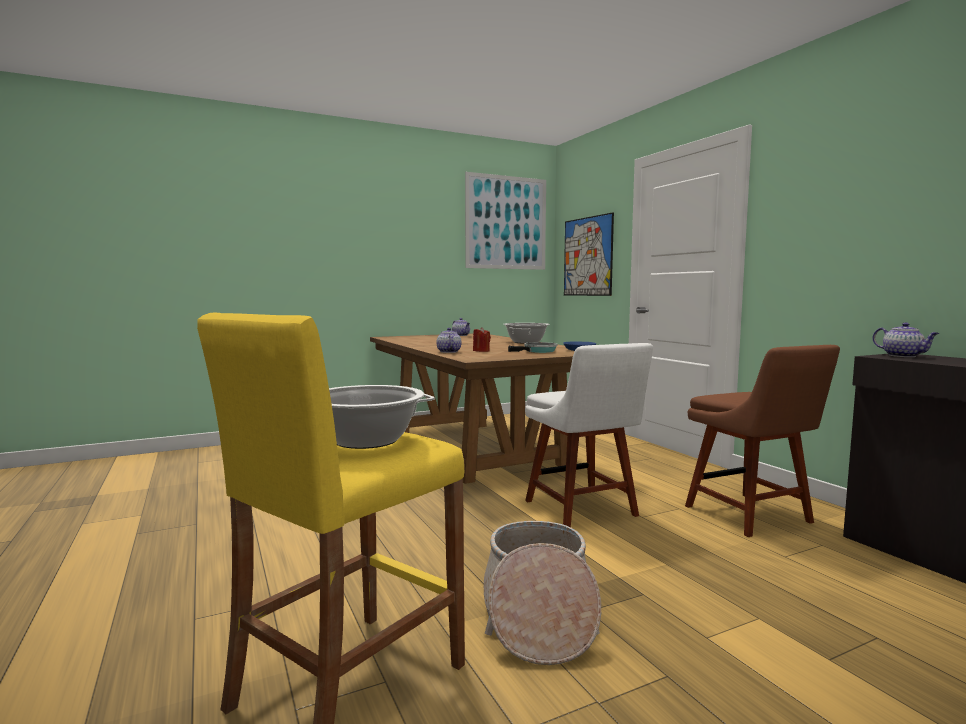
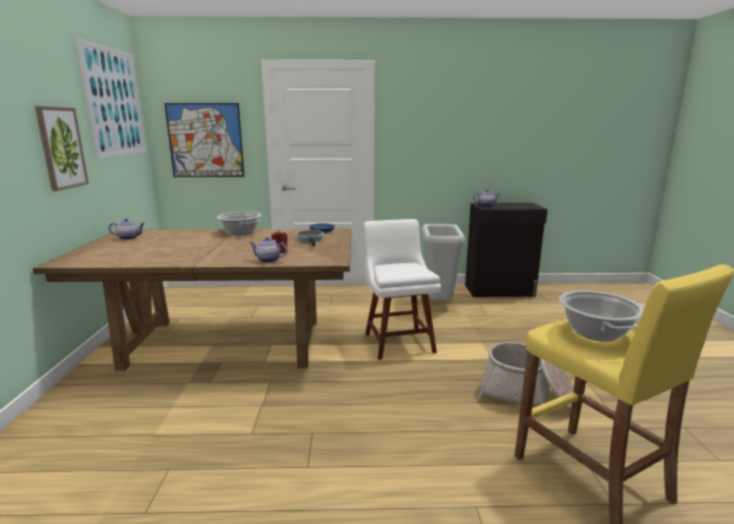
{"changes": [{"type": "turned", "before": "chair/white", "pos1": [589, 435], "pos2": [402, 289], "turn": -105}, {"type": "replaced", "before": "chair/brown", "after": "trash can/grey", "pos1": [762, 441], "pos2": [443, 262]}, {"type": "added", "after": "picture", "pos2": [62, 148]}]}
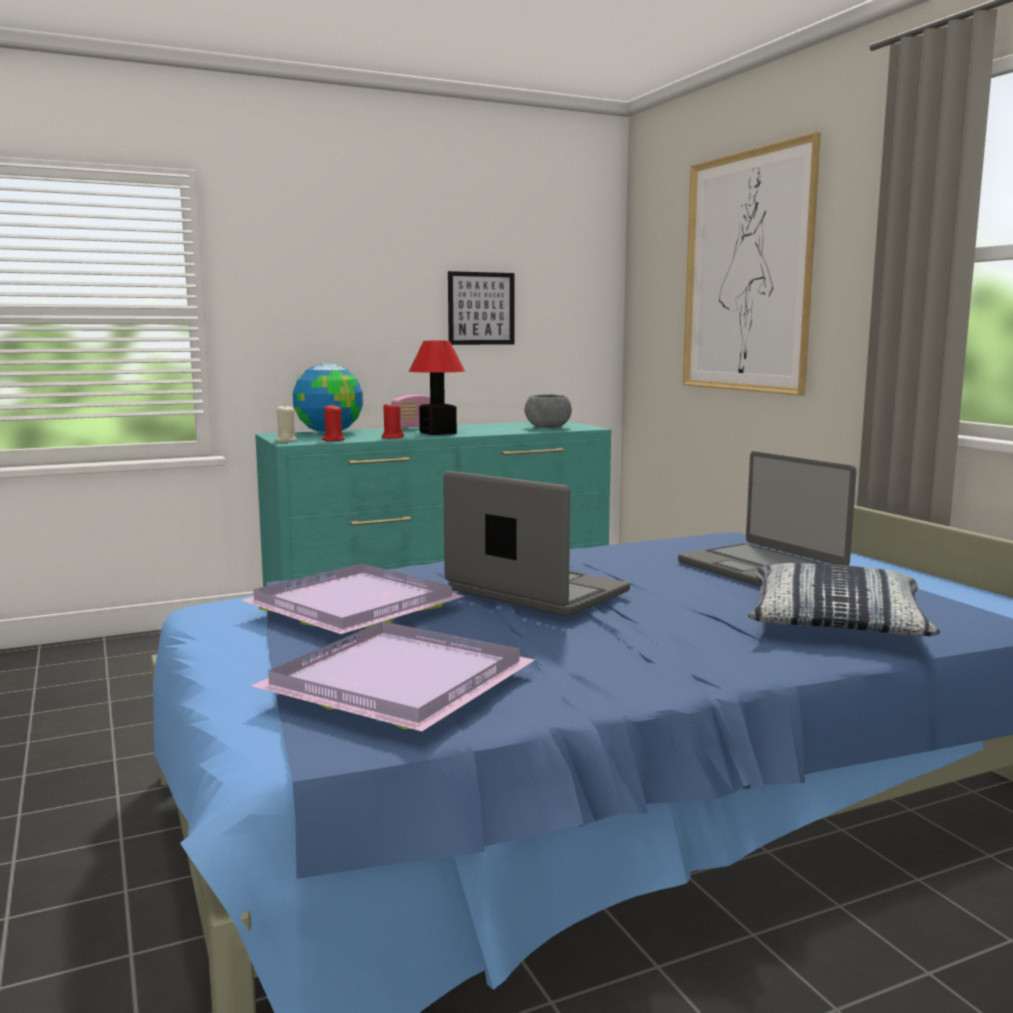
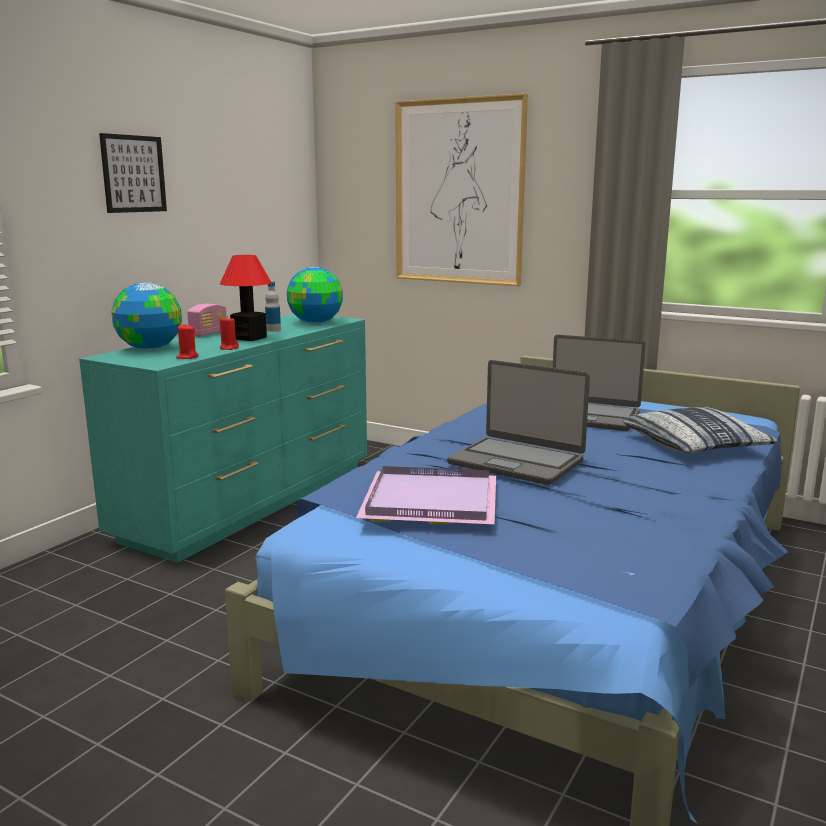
{"changes": [{"type": "moved", "before": "picture", "pos1": [481, 308], "pos2": [133, 173]}, {"type": "replaced", "before": "bowl/grey", "after": "globe", "pos1": [548, 411], "pos2": [315, 295]}, {"type": "removed", "before": "candle/beige", "pos1": [286, 423]}, {"type": "turned", "before": "laptop", "pos1": [536, 543], "pos2": [518, 422], "turn": -150}, {"type": "removed", "before": "tray/purple", "pos1": [393, 676]}, {"type": "added", "after": "bottle", "pos2": [273, 307]}]}
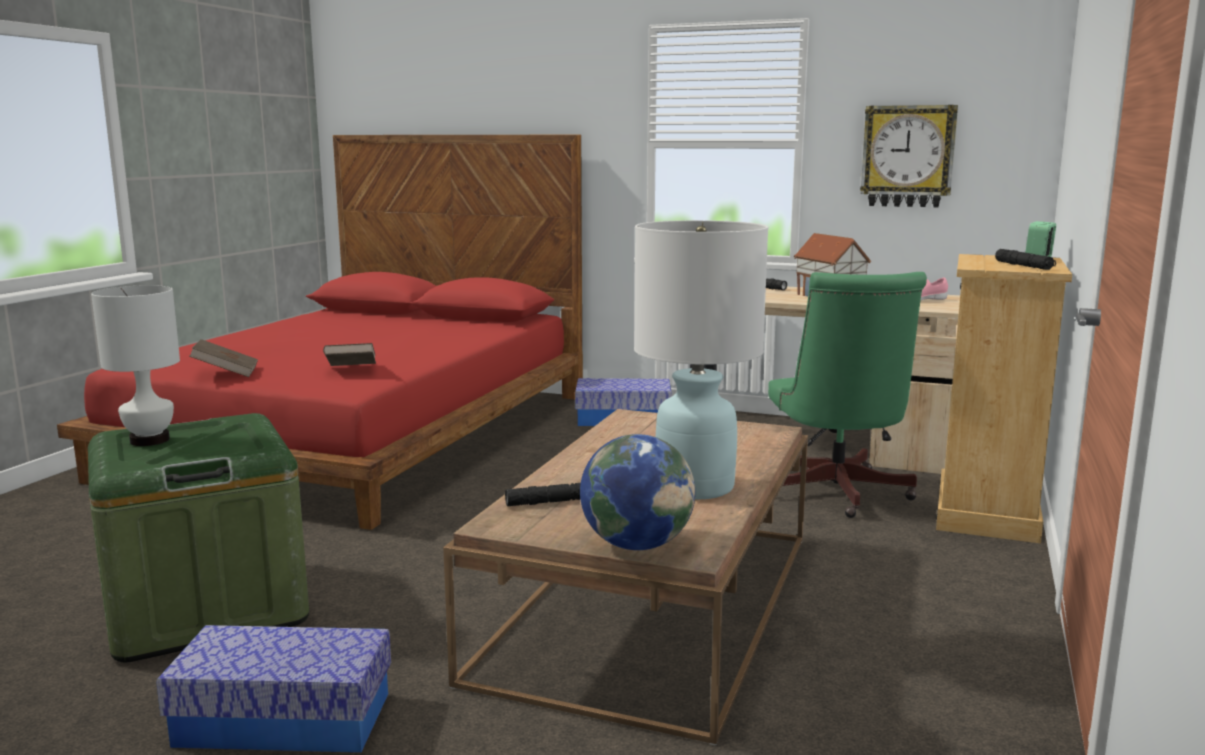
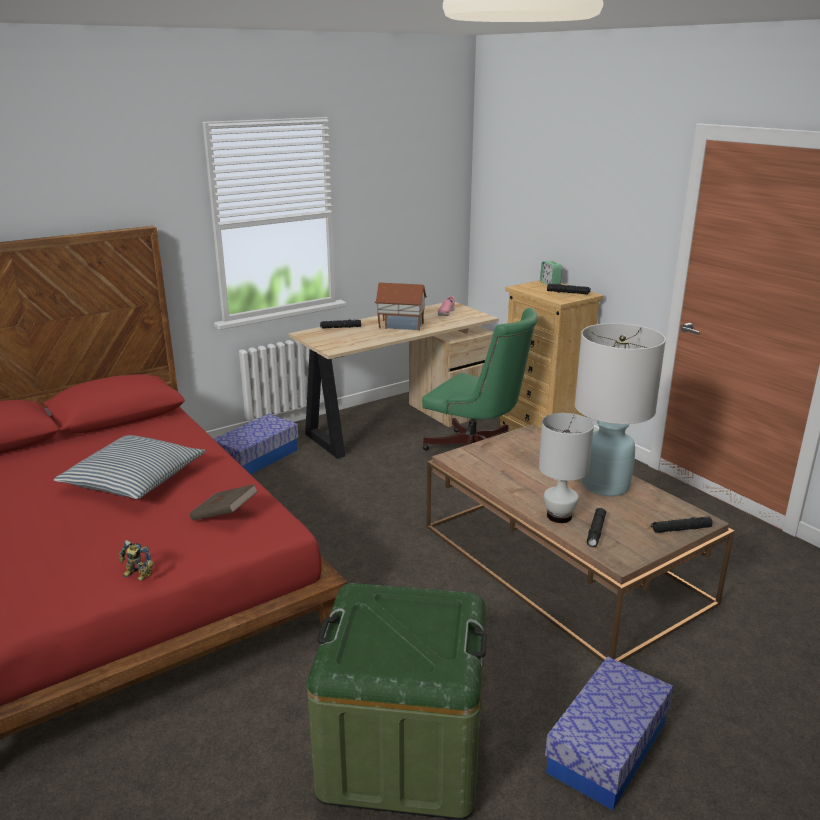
{"changes": [{"type": "removed", "before": "wall clock", "pos1": [909, 156]}, {"type": "moved", "before": "table lamp/white", "pos1": [135, 365], "pos2": [566, 468]}, {"type": "replaced", "before": "book/brown", "after": "toy robot", "pos1": [223, 358], "pos2": [136, 560]}, {"type": "replaced", "before": "globe", "after": "flashlight/black", "pos1": [637, 492], "pos2": [682, 525]}, {"type": "added", "after": "pillow", "pos2": [130, 467]}]}
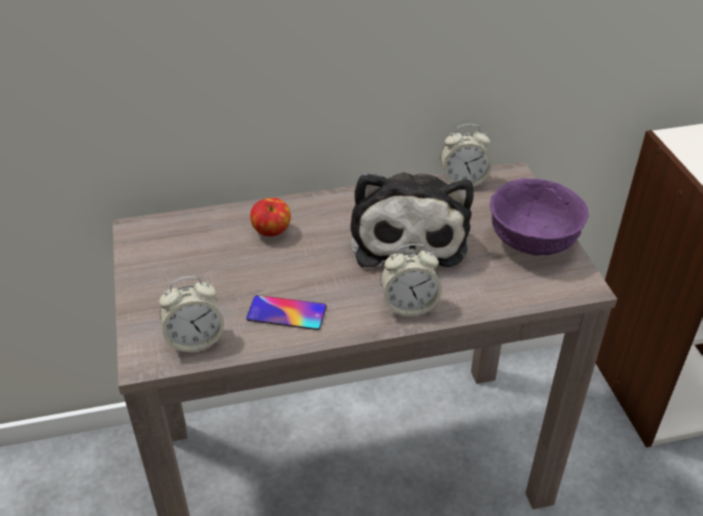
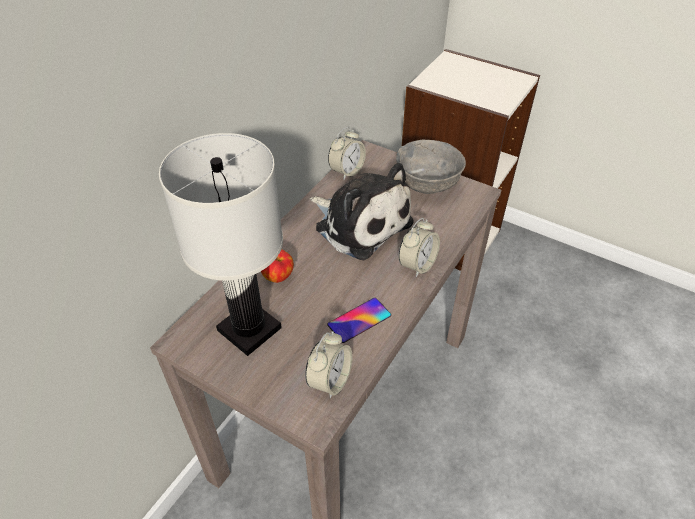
{"changes": [{"type": "recoloured", "before": "bowl/purple", "after": "bowl/grey", "pos1": [539, 217], "pos2": [431, 167]}, {"type": "added", "after": "table lamp/white", "pos2": [221, 244]}]}
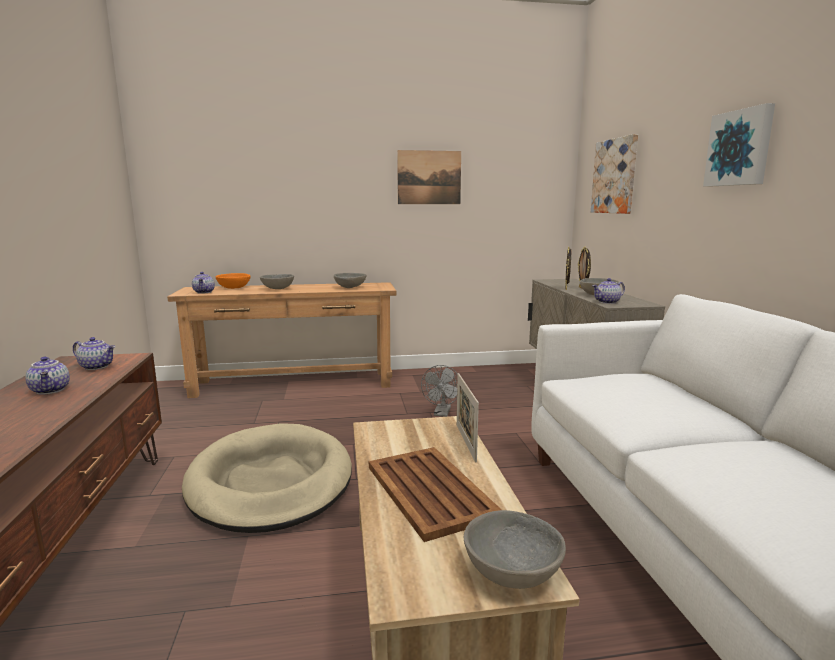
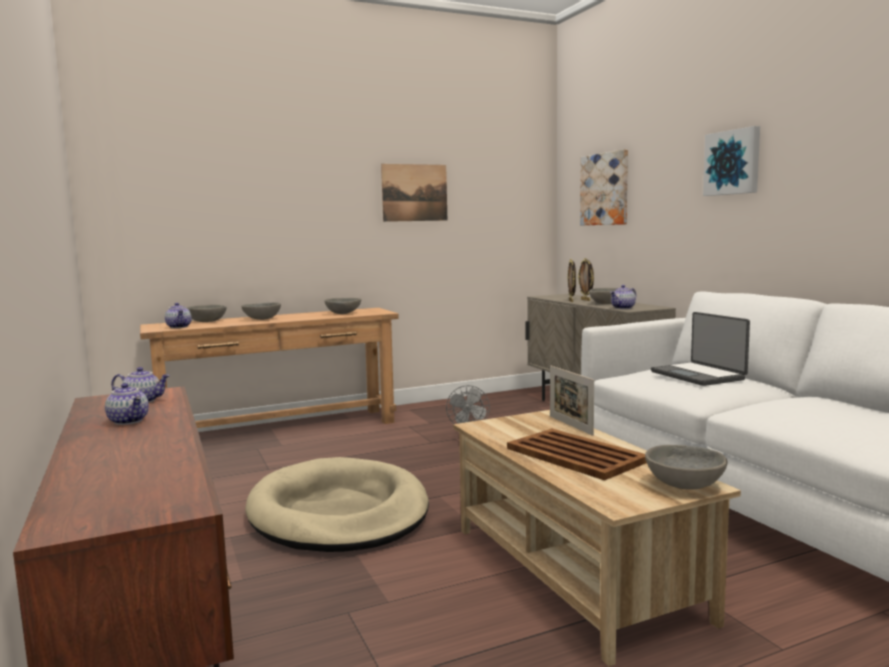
{"changes": [{"type": "recoloured", "before": "bowl/orange", "after": "bowl/grey", "pos1": [233, 281], "pos2": [206, 313]}, {"type": "added", "after": "laptop", "pos2": [700, 349]}]}
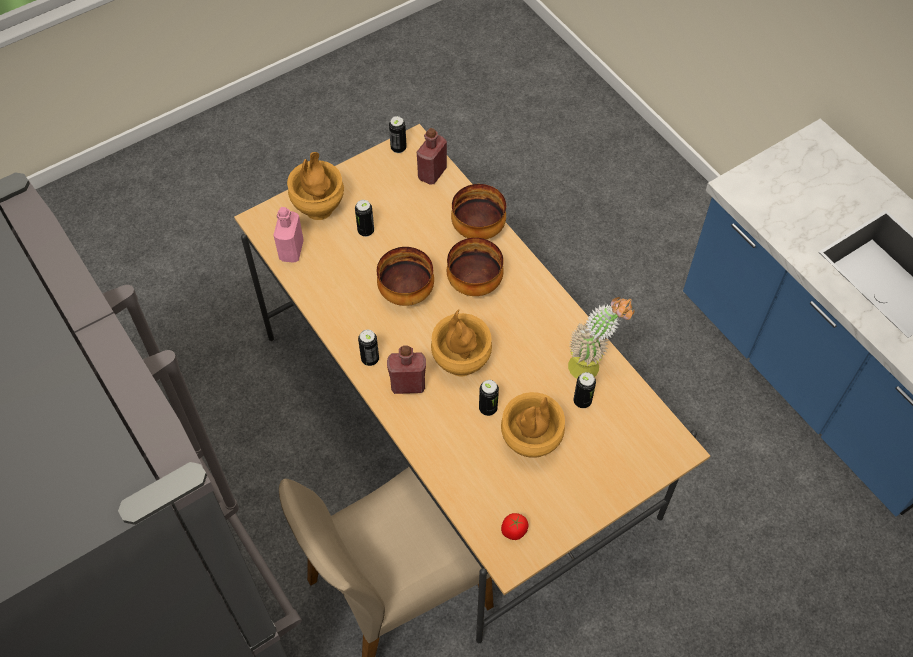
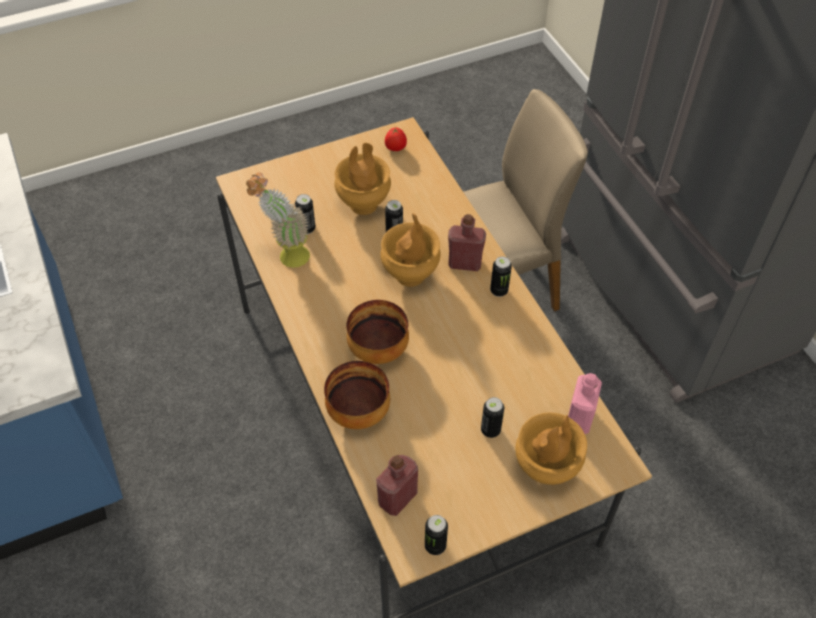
{"changes": [{"type": "removed", "before": "bowl", "pos1": [405, 276]}]}
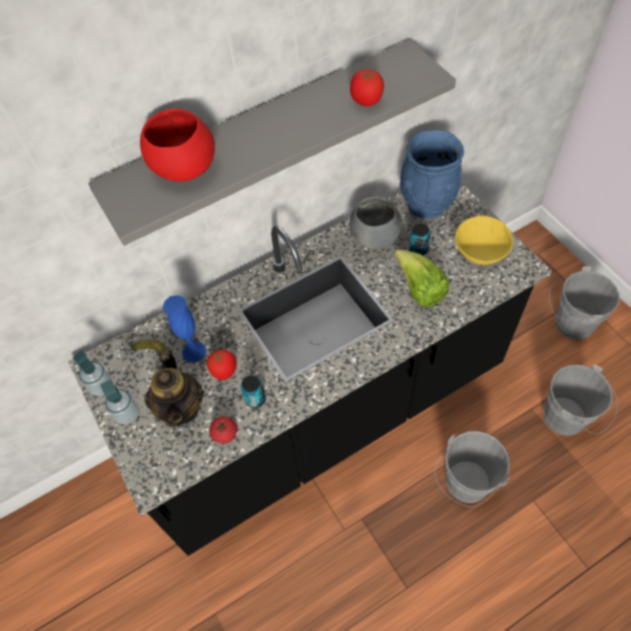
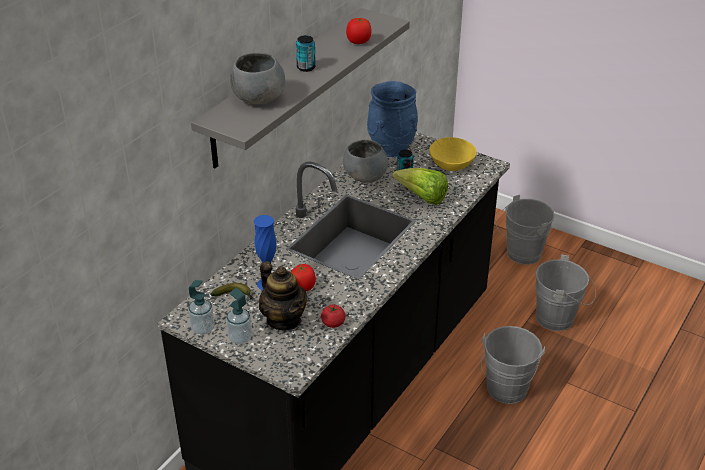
{"changes": [{"type": "recoloured", "before": "bowl/red", "after": "bowl/grey", "pos1": [177, 145], "pos2": [257, 78]}, {"type": "moved", "before": "can", "pos1": [253, 391], "pos2": [306, 53]}]}
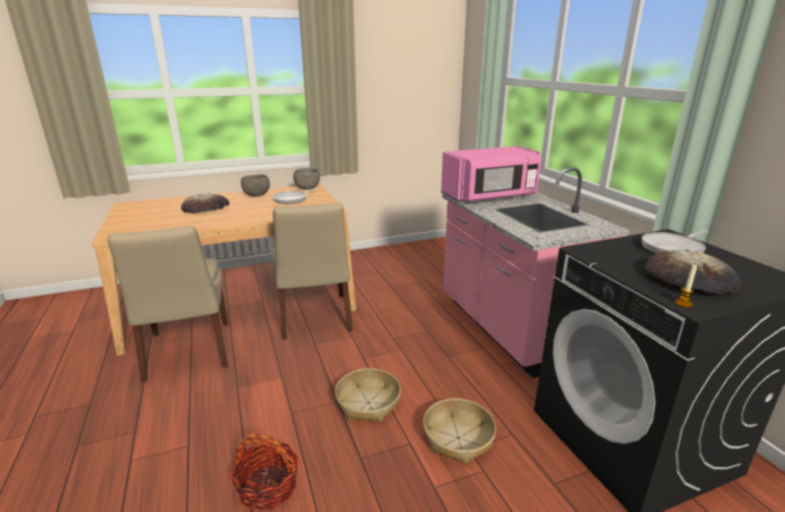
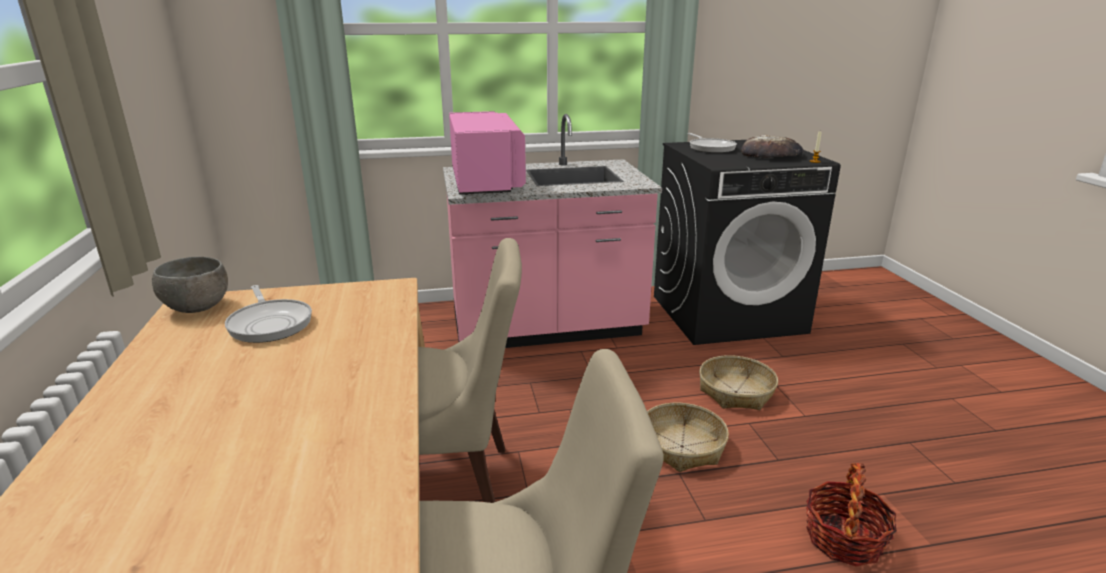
{"changes": [{"type": "removed", "before": "bowl/grey", "pos1": [255, 185]}, {"type": "removed", "before": "bread", "pos1": [205, 203]}]}
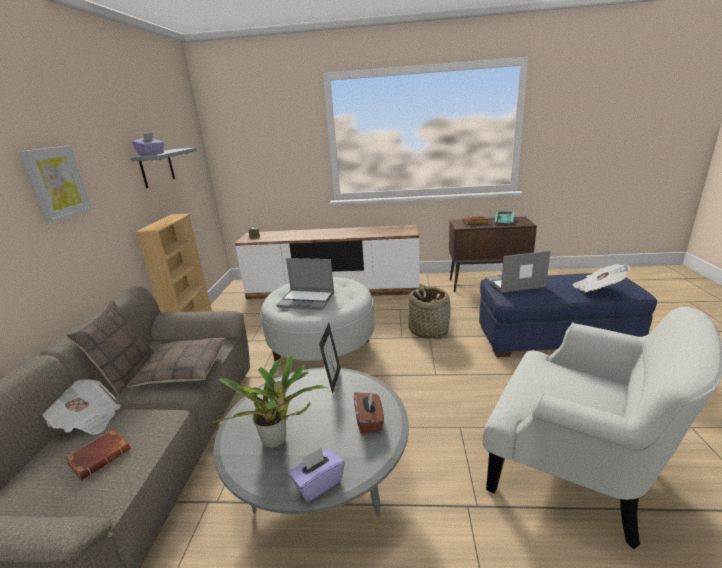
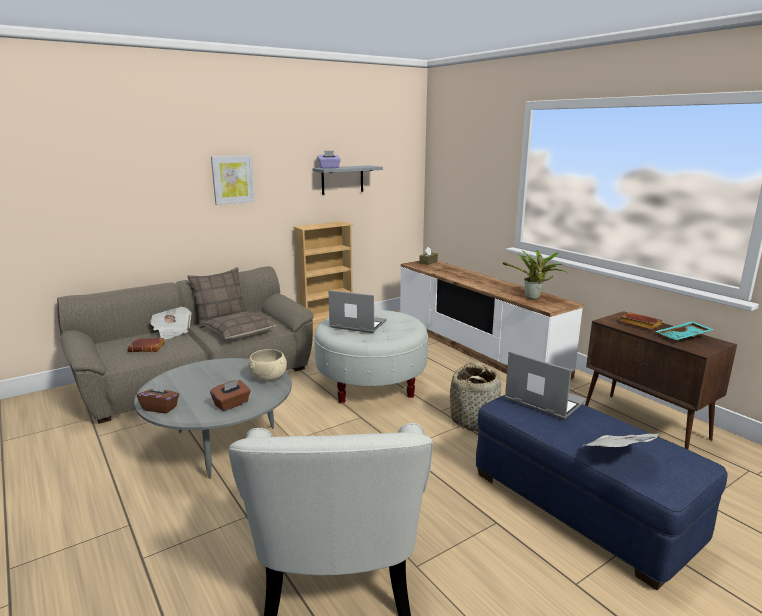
{"changes": [{"type": "turned", "before": "laptop", "pos1": [306, 284], "pos2": [357, 311], "turn": 135}, {"type": "replaced", "before": "picture frame", "after": "bowl/beige", "pos1": [329, 358], "pos2": [267, 365]}, {"type": "moved", "before": "potted plant", "pos1": [268, 402], "pos2": [535, 275]}, {"type": "recoloured", "before": "tissue box/purple", "after": "tissue box/brown", "pos1": [317, 474], "pos2": [158, 397]}]}
